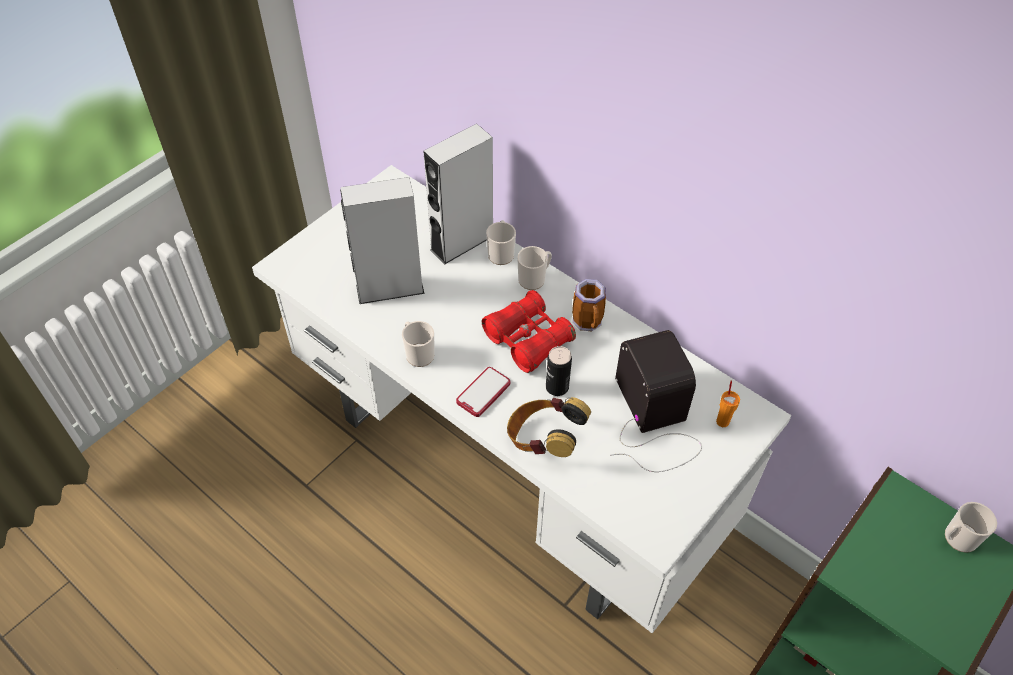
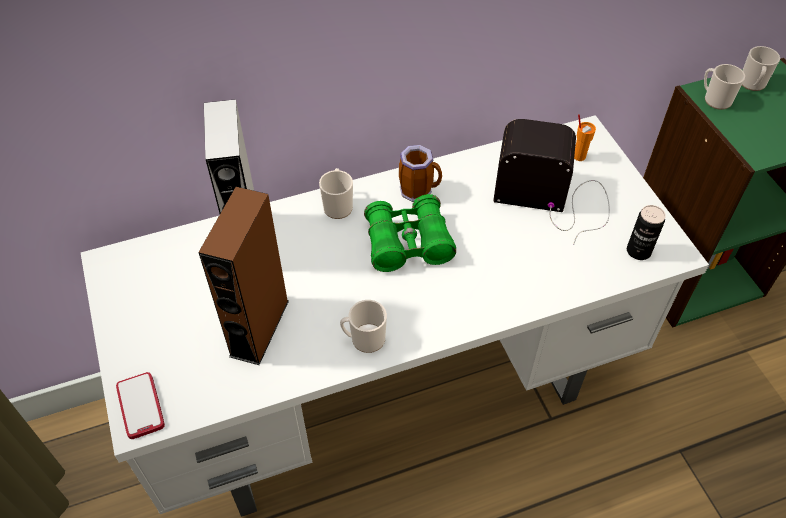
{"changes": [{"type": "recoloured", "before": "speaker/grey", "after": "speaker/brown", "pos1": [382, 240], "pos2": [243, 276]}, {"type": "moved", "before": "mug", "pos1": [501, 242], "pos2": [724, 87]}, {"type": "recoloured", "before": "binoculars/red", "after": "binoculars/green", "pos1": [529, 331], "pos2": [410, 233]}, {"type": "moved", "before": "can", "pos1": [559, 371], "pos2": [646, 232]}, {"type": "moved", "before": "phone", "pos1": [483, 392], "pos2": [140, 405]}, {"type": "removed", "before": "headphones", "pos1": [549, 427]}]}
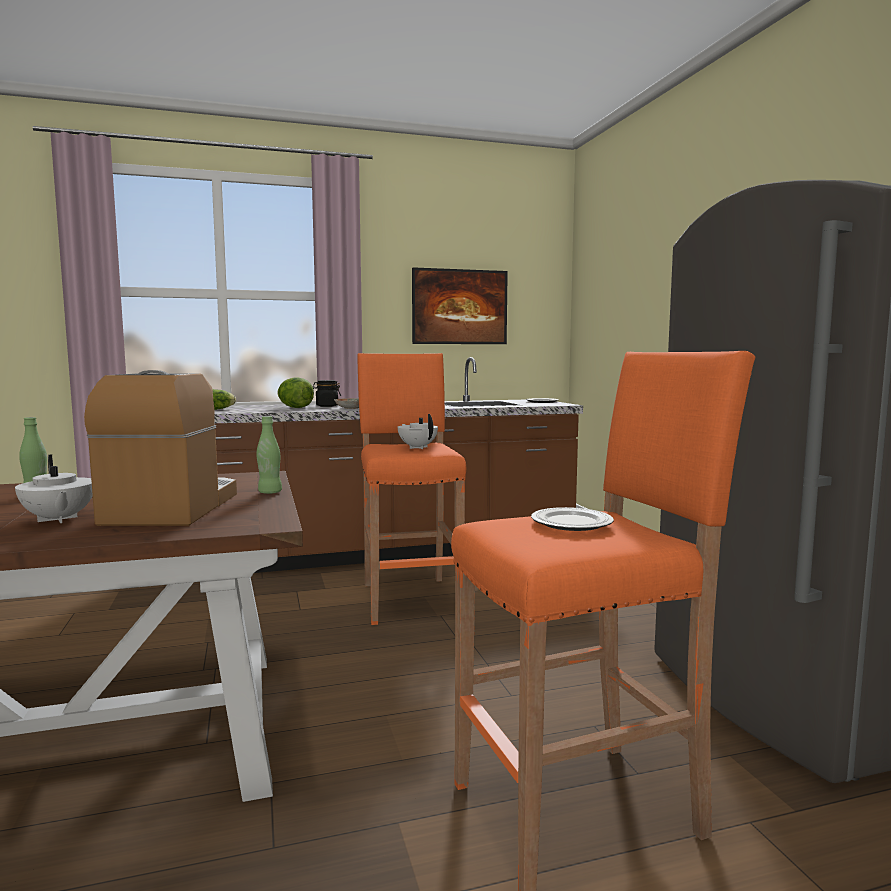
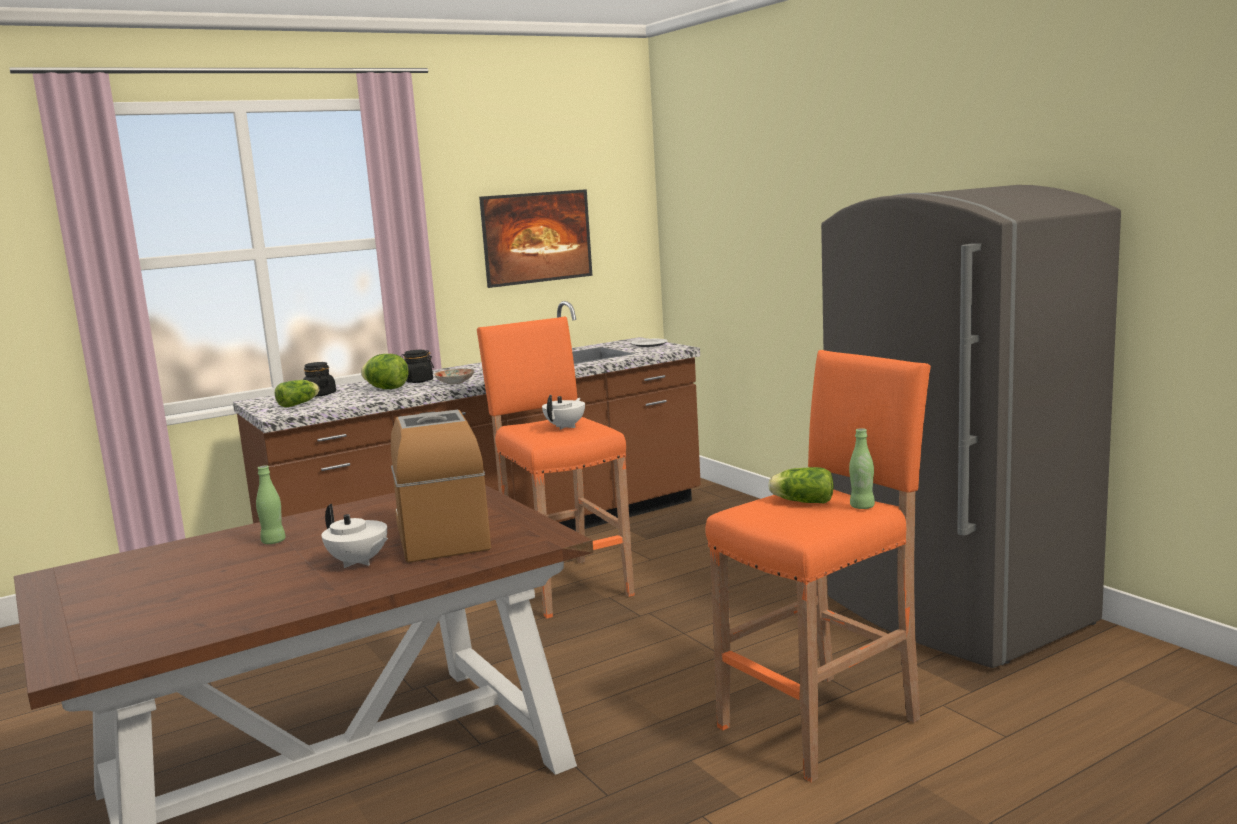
{"changes": [{"type": "turned", "before": "teapot/white", "pos1": [418, 431], "pos2": [563, 412], "turn": 75}, {"type": "moved", "before": "bottle/green", "pos1": [269, 455], "pos2": [862, 468]}, {"type": "replaced", "before": "plate", "after": "lettuce", "pos1": [572, 519], "pos2": [801, 485]}, {"type": "added", "after": "jar/black", "pos2": [319, 379]}]}
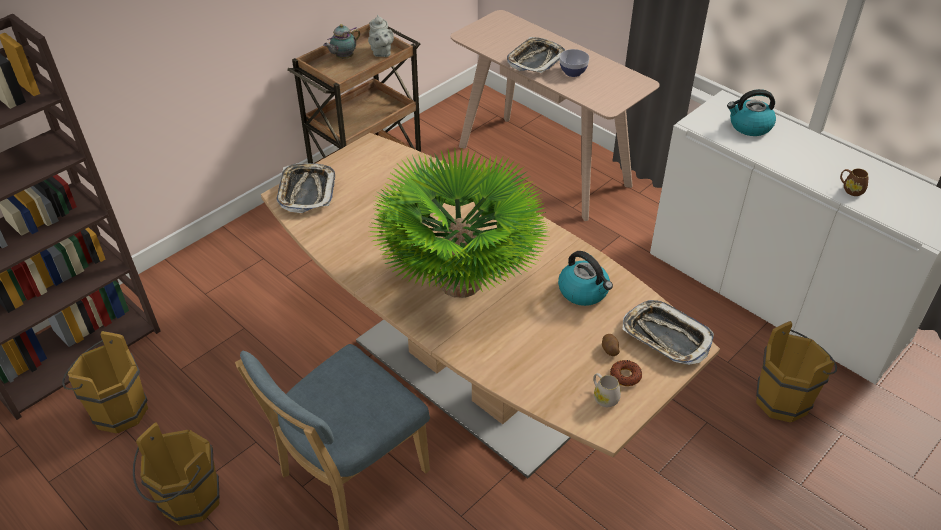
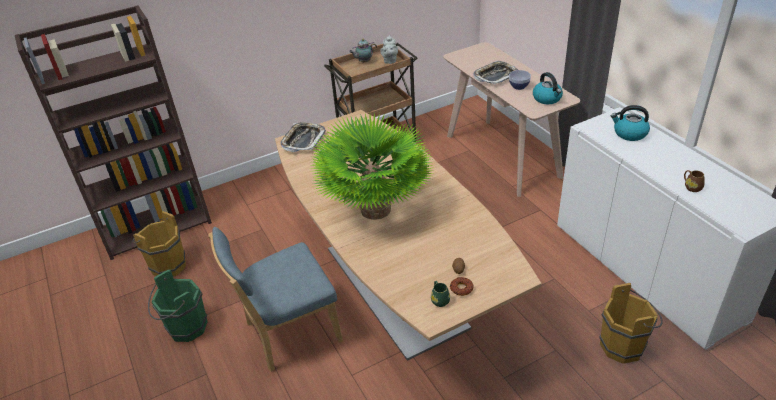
{"changes": [{"type": "moved", "before": "kettle", "pos1": [585, 278], "pos2": [548, 88]}, {"type": "removed", "before": "tray", "pos1": [668, 332]}, {"type": "recoloured", "before": "mug/white", "after": "mug/green", "pos1": [607, 390], "pos2": [440, 294]}, {"type": "recoloured", "before": "bucket/brown", "after": "bucket/green", "pos1": [176, 474], "pos2": [178, 306]}]}
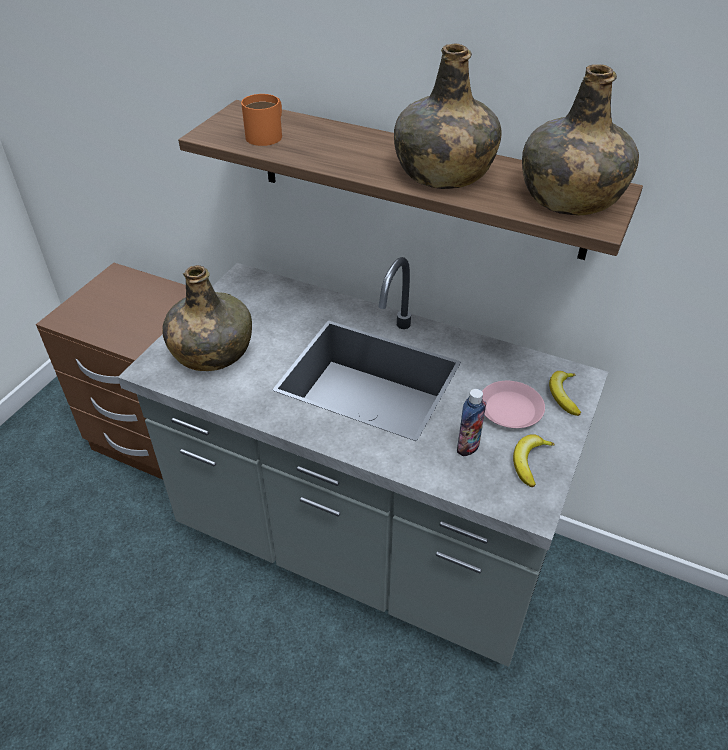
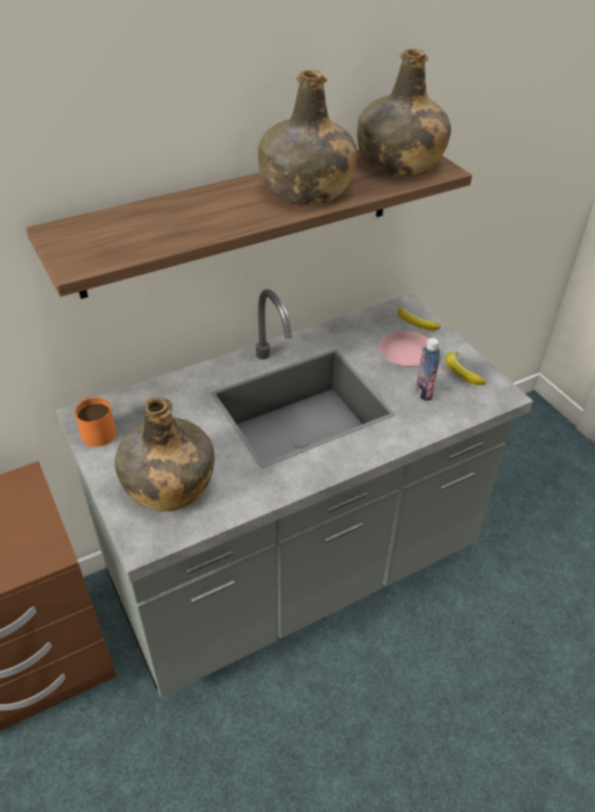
{"changes": [{"type": "moved", "before": "mug/orange", "pos1": [261, 120], "pos2": [95, 422]}]}
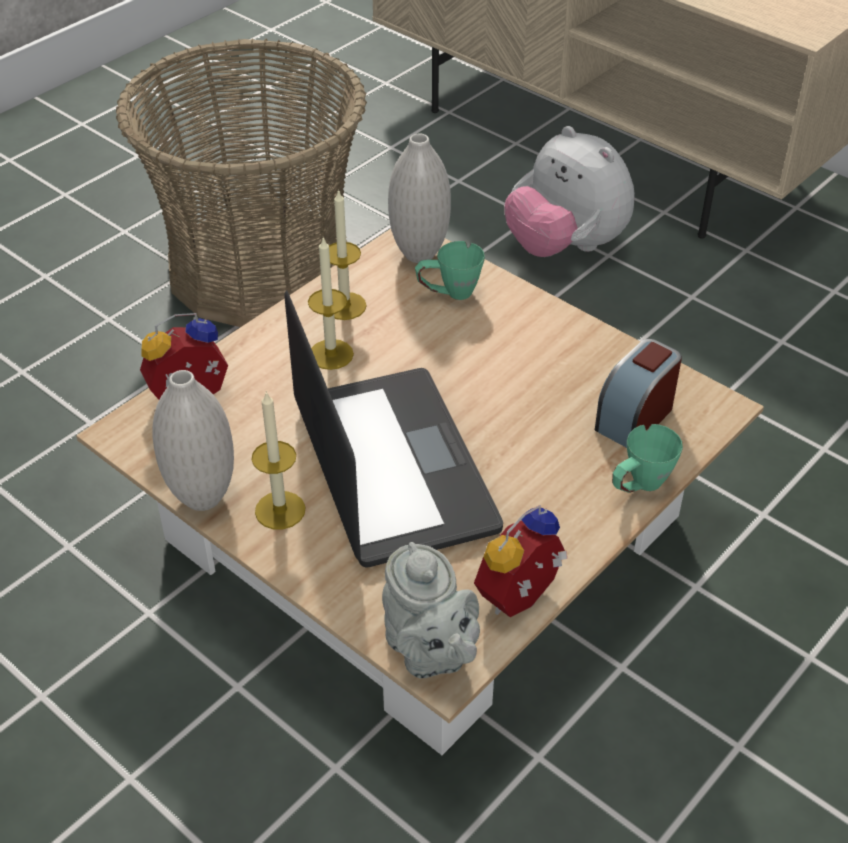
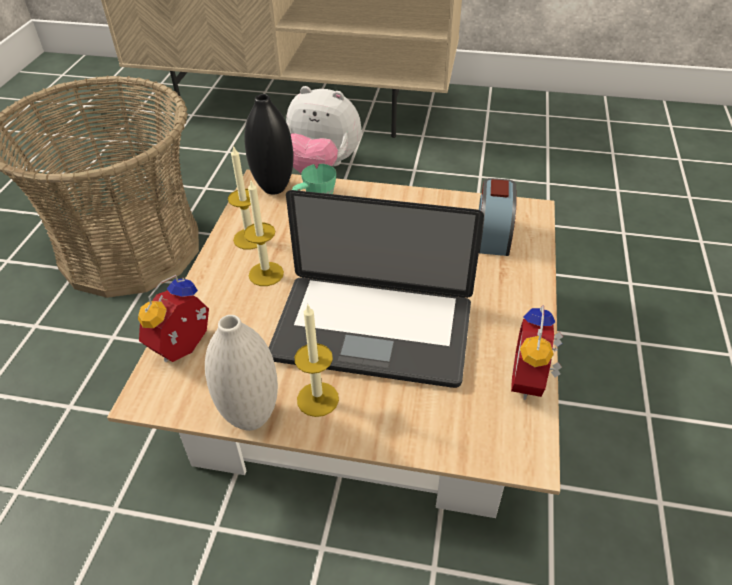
{"changes": [{"type": "recoloured", "before": "vase/white", "after": "vase/black", "pos1": [419, 198], "pos2": [268, 144]}, {"type": "turned", "before": "laptop", "pos1": [393, 428], "pos2": [376, 289], "turn": 150}, {"type": "removed", "before": "mug/green", "pos1": [647, 458]}, {"type": "removed", "before": "teapot/grey", "pos1": [431, 610]}]}
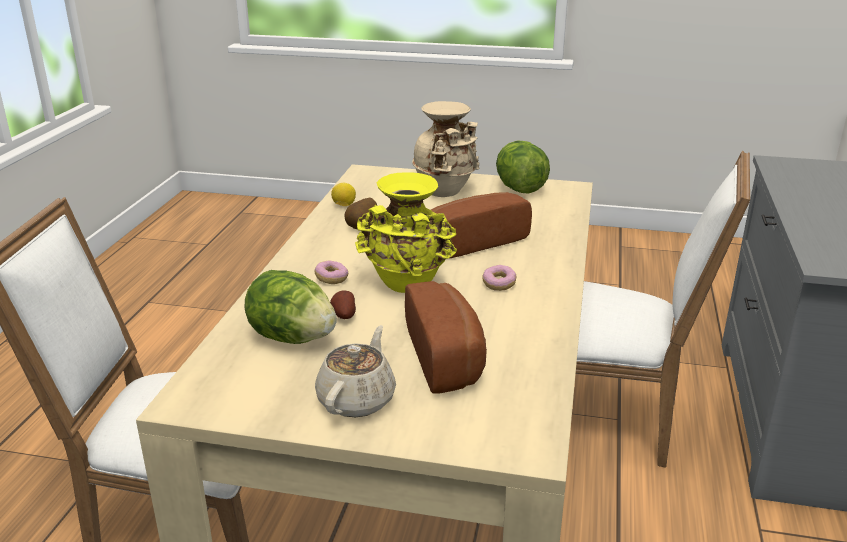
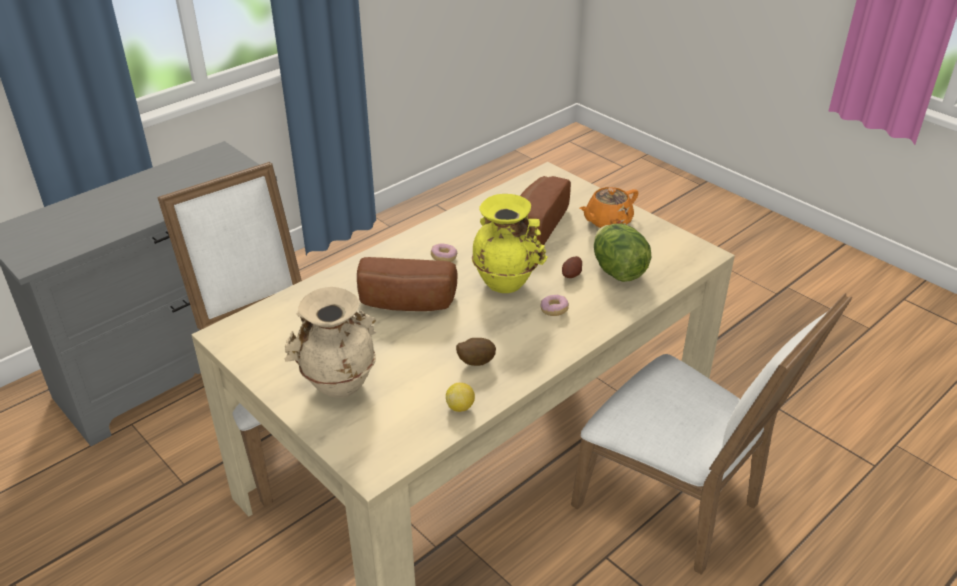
{"changes": [{"type": "removed", "before": "lettuce", "pos1": [523, 167]}, {"type": "recoloured", "before": "teapot/beige", "after": "teapot/orange", "pos1": [355, 371], "pos2": [609, 207]}]}
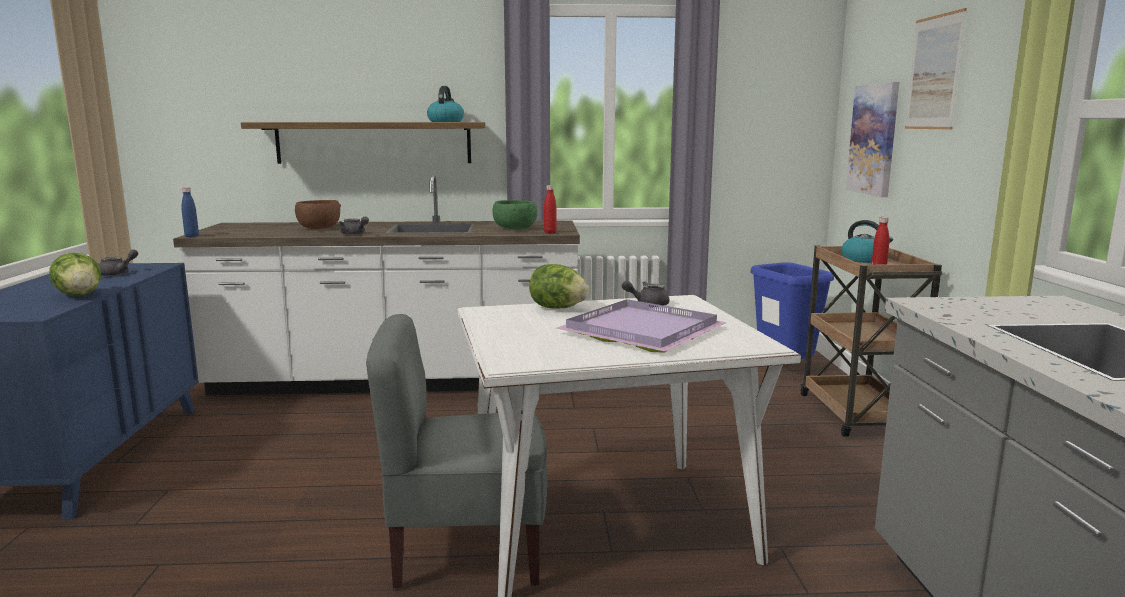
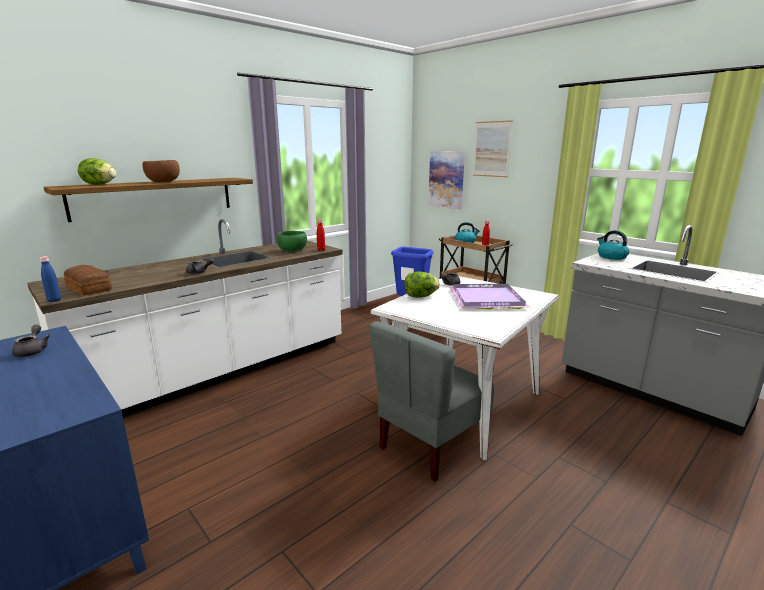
{"changes": [{"type": "moved", "before": "kettle", "pos1": [445, 104], "pos2": [613, 245]}, {"type": "moved", "before": "bowl/brown", "pos1": [318, 214], "pos2": [161, 171]}, {"type": "moved", "before": "lettuce", "pos1": [75, 274], "pos2": [97, 171]}, {"type": "added", "after": "bread", "pos2": [88, 280]}]}
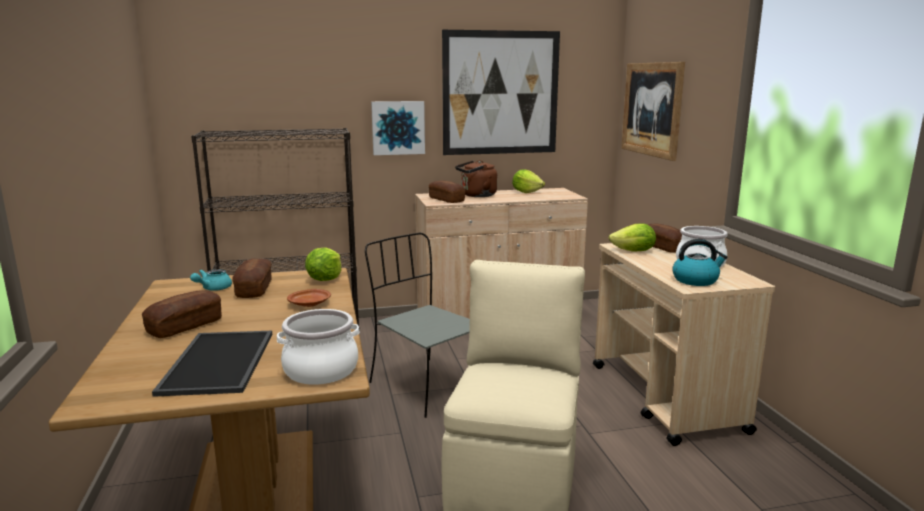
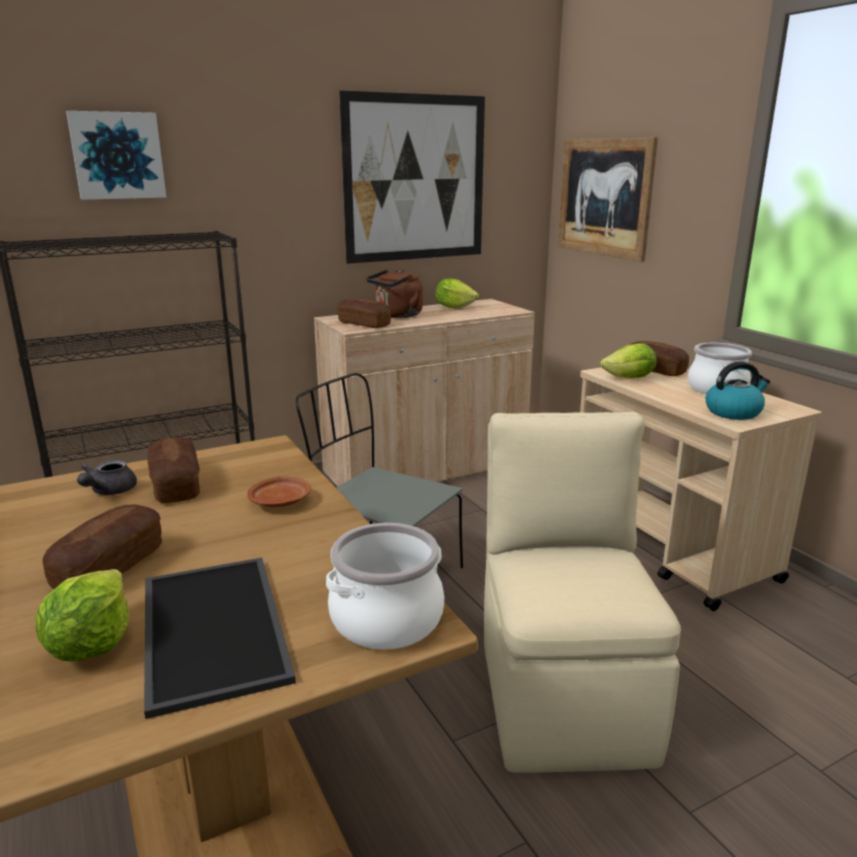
{"changes": [{"type": "moved", "before": "picture", "pos1": [398, 128], "pos2": [116, 155]}, {"type": "moved", "before": "lettuce", "pos1": [323, 264], "pos2": [82, 615]}, {"type": "recoloured", "before": "teapot/turquoise", "after": "teapot/grey", "pos1": [211, 280], "pos2": [107, 477]}]}
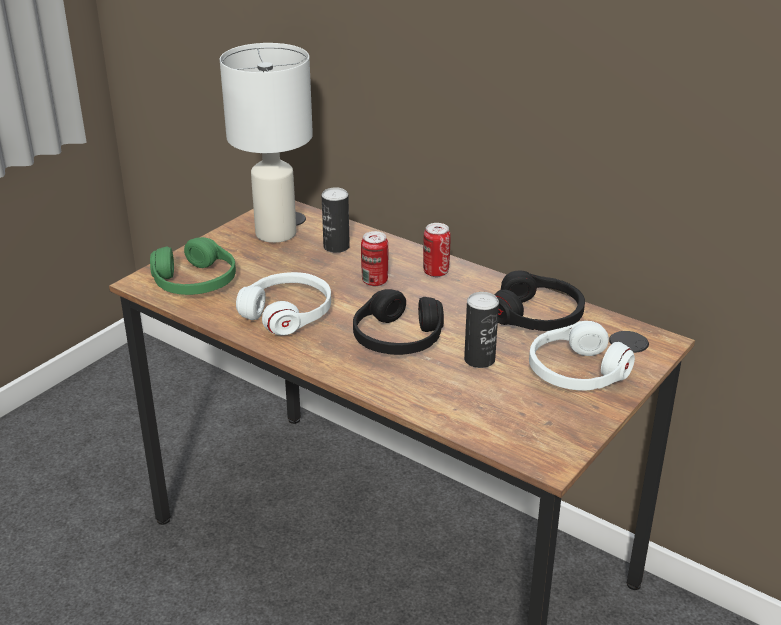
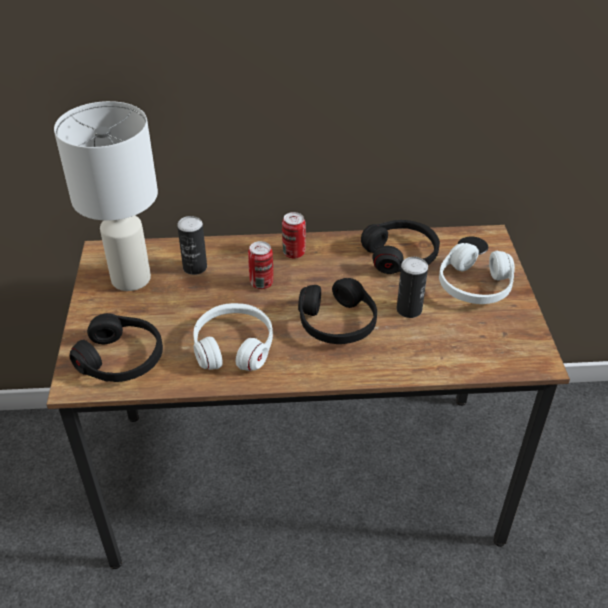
{"changes": [{"type": "recoloured", "before": "headphones/green", "after": "headphones/black", "pos1": [193, 266], "pos2": [116, 347]}]}
